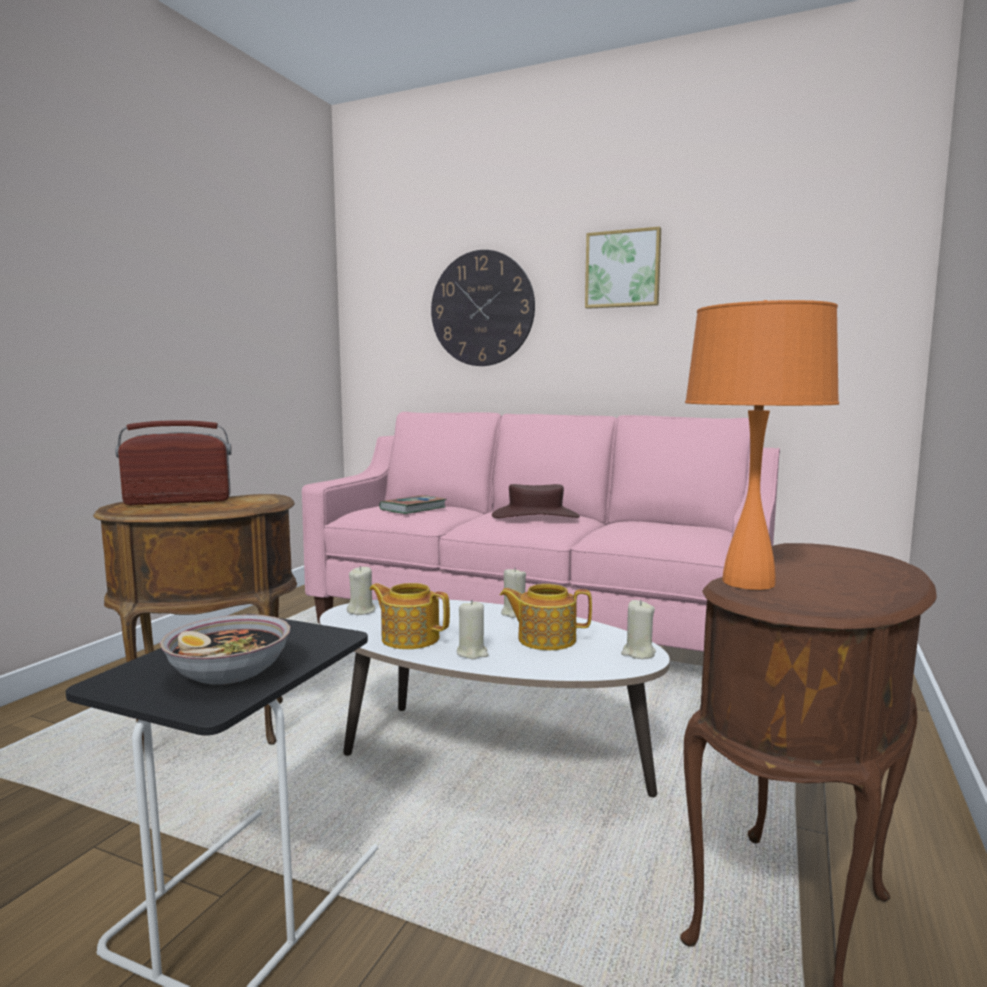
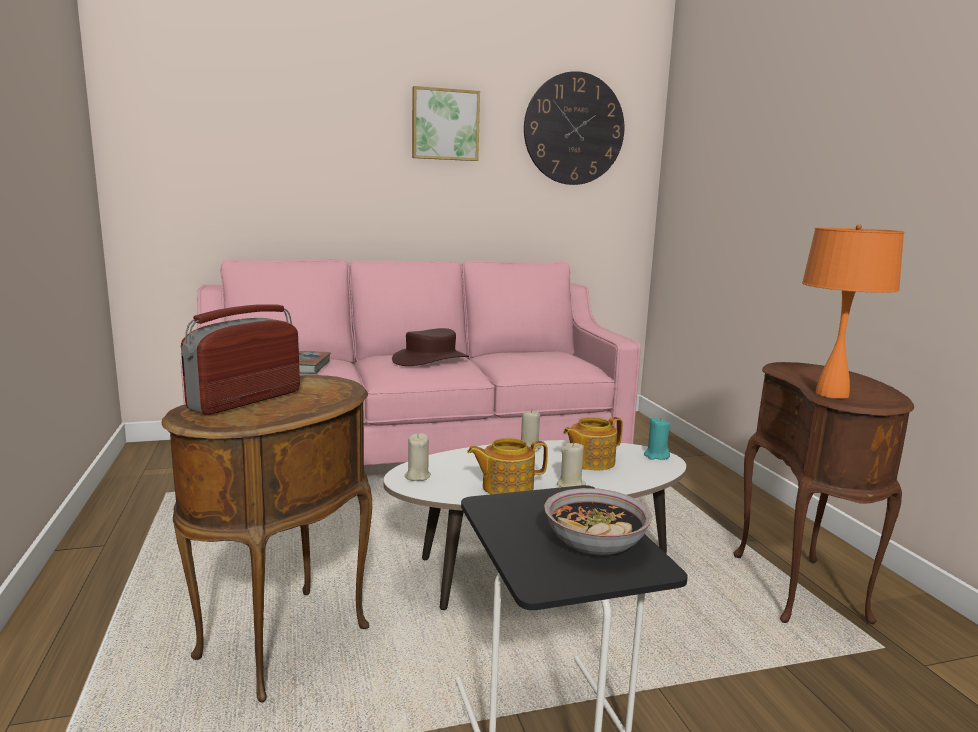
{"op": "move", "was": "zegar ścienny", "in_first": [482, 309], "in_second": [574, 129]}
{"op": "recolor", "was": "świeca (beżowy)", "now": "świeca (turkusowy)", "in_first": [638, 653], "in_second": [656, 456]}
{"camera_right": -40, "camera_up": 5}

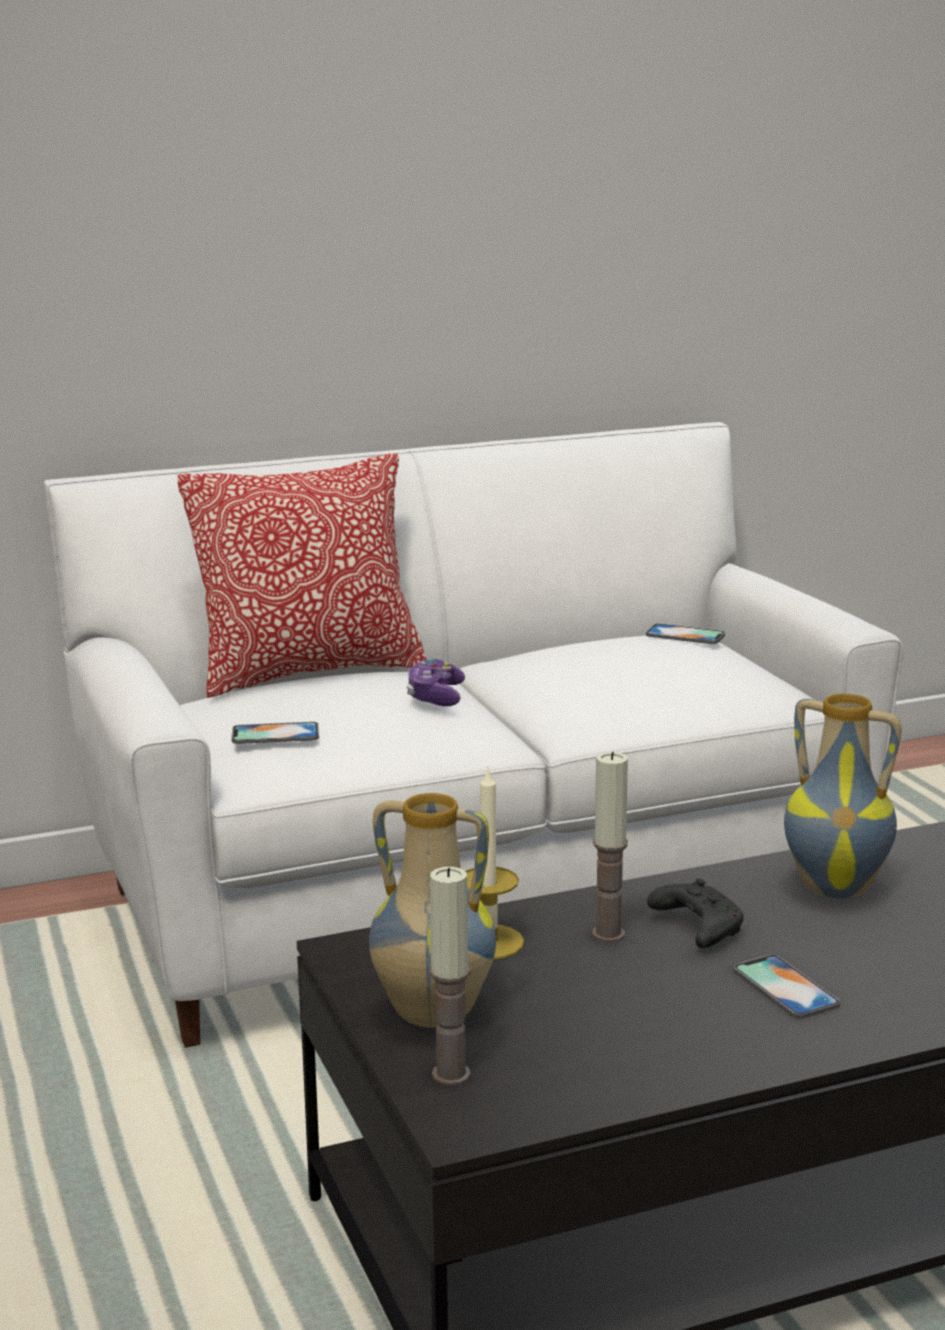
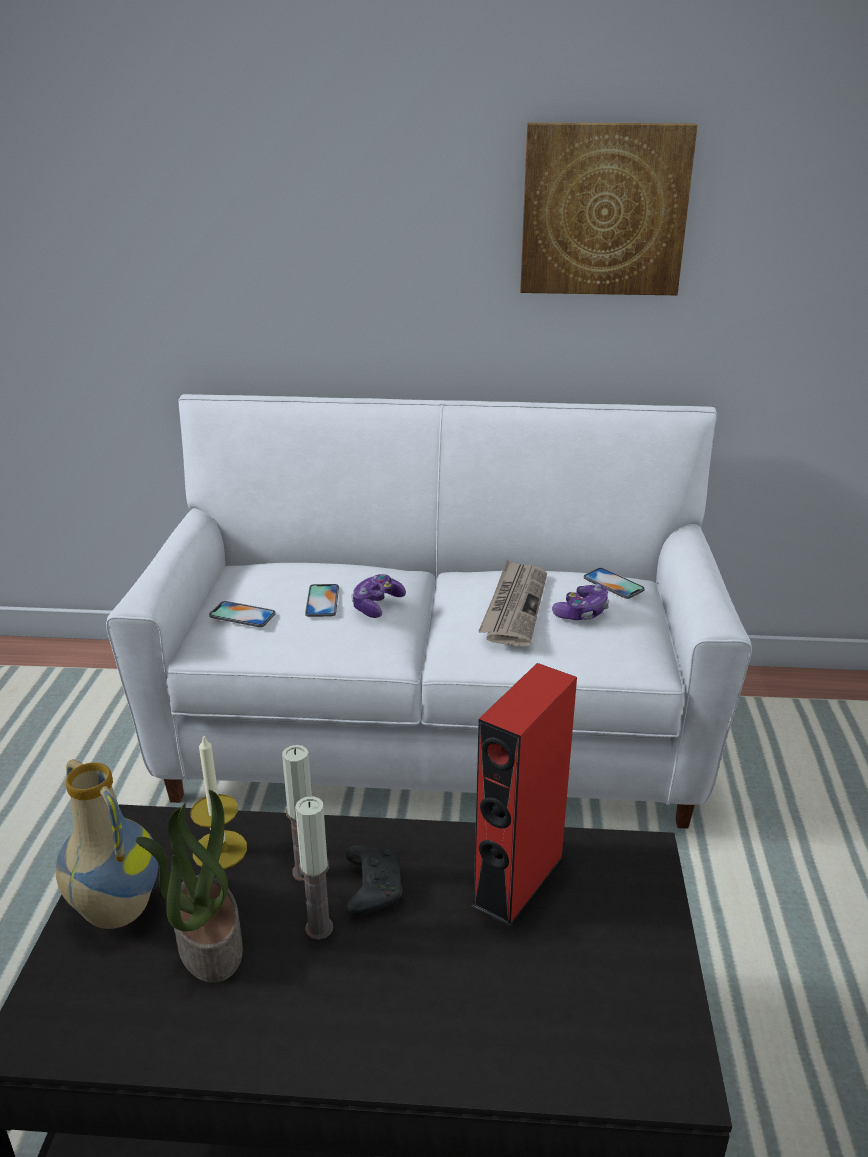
{"op": "delete", "was": "poduszka", "in_first": [309, 672]}
{"op": "replace", "was": "wazon", "now": "głośnik (czerwony)", "in_first": [837, 887], "in_second": [518, 880]}
{"op": "move", "was": "świeca", "in_first": [451, 1074], "in_second": [319, 928]}
{"op": "move", "was": "telefon", "in_first": [785, 987], "in_second": [322, 601]}
{"op": "insert", "now": "obraz", "in_second": [603, 210]}
{"op": "insert", "now": "gazeta", "in_second": [514, 606]}
{"op": "insert", "now": "pad do gier", "in_second": [582, 613]}
{"op": "insert", "now": "roślina doniczkowa", "in_second": [207, 944]}
{"camera_right": 25, "camera_up": 10}

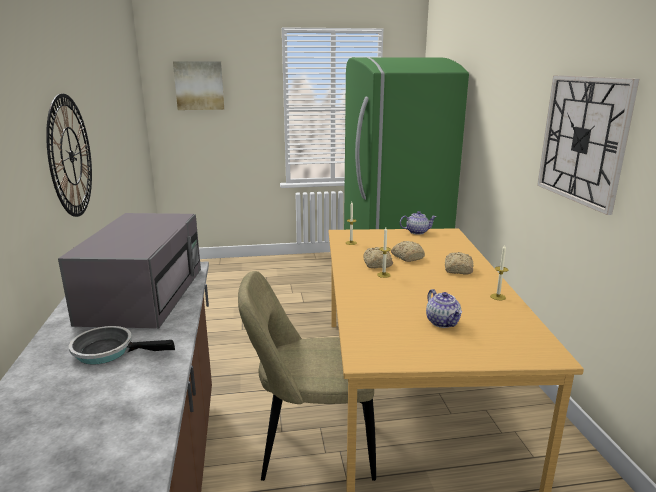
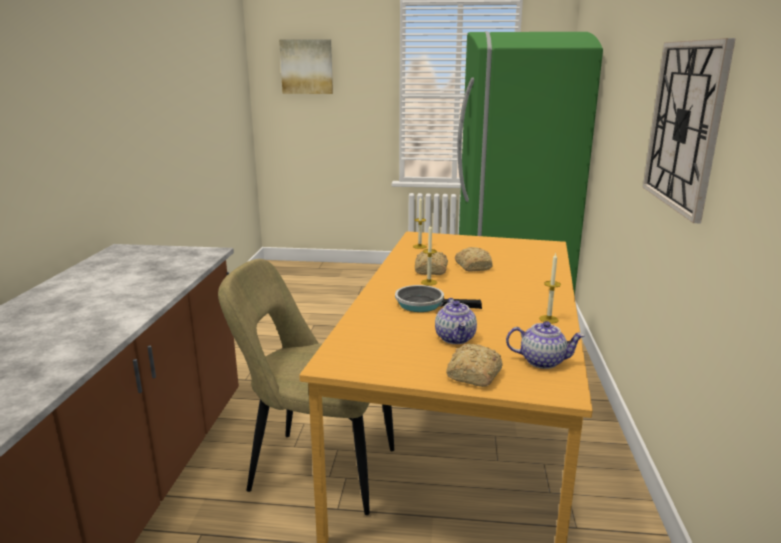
{"op": "delete", "was": "zegar ścienny", "in_first": [71, 156]}
{"op": "move", "was": "imbryk", "in_first": [417, 232], "in_second": [542, 361]}
{"op": "delete", "was": "mikrofalówka (szary)", "in_first": [144, 293]}
{"op": "move", "was": "chleb", "in_first": [458, 270], "in_second": [473, 375]}
{"op": "move", "was": "patelnia", "in_first": [109, 351], "in_second": [424, 304]}
{"camera_right": 15, "camera_up": 0}

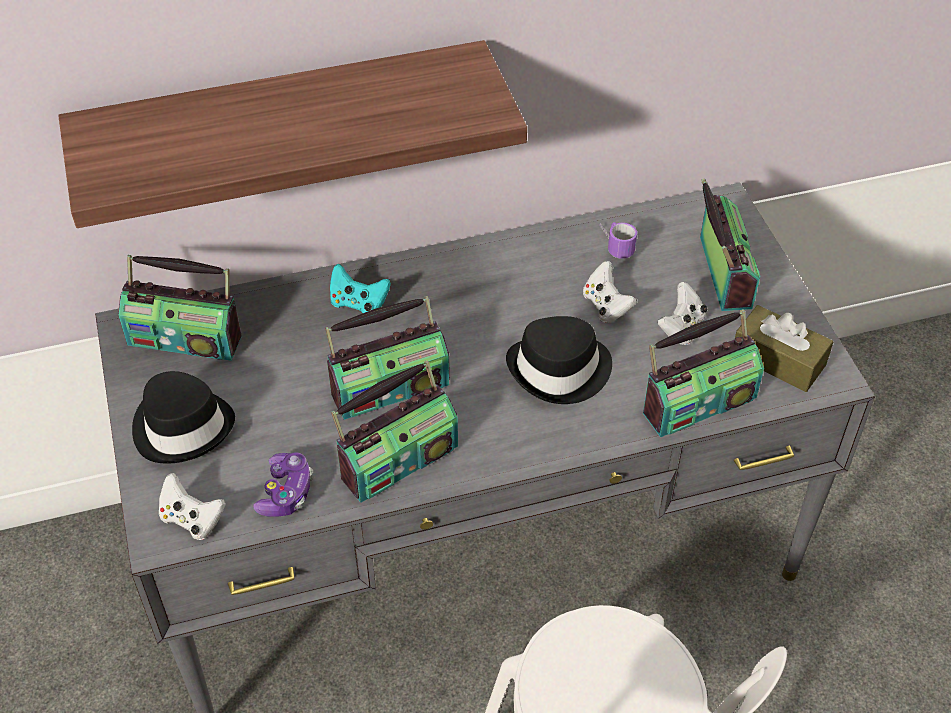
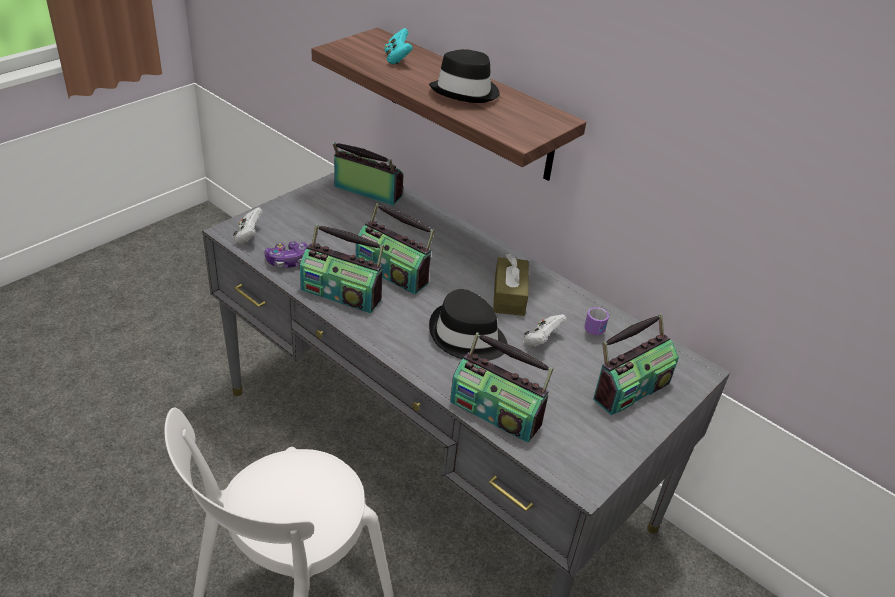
{"op": "rotate", "was": "radio", "in_first": [185, 338], "in_second": [367, 192], "clockwise": 135}
{"op": "move", "was": "pad do gier (turkusowy)", "in_first": [358, 303], "in_second": [397, 59]}
{"op": "delete", "was": "pad do gier (biały)", "in_first": [681, 328]}
{"op": "move", "was": "pudełko chusteczek (brązowy)", "in_first": [778, 360], "in_second": [509, 296]}
{"op": "move", "was": "kapelusz (czarny)", "in_first": [183, 426], "in_second": [466, 91]}
{"camera_right": 55, "camera_up": -10}

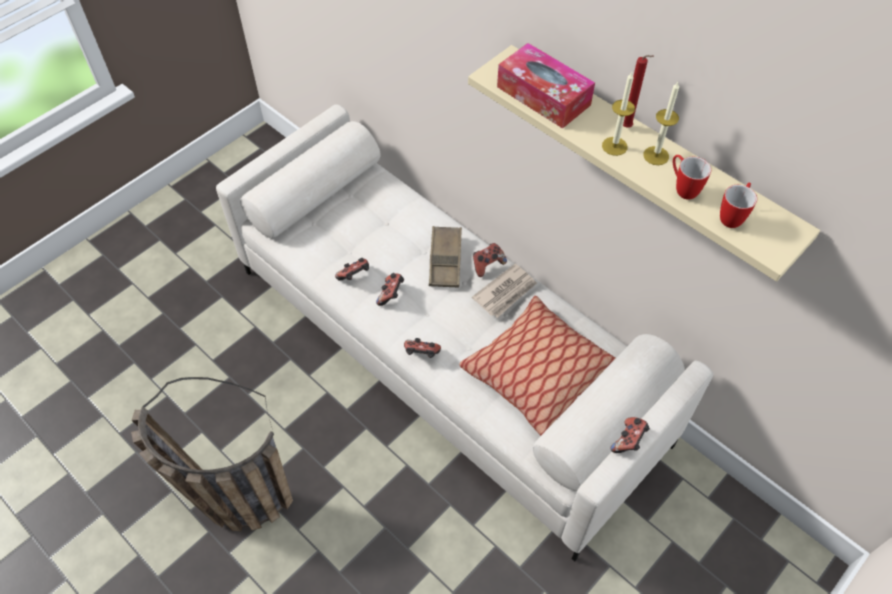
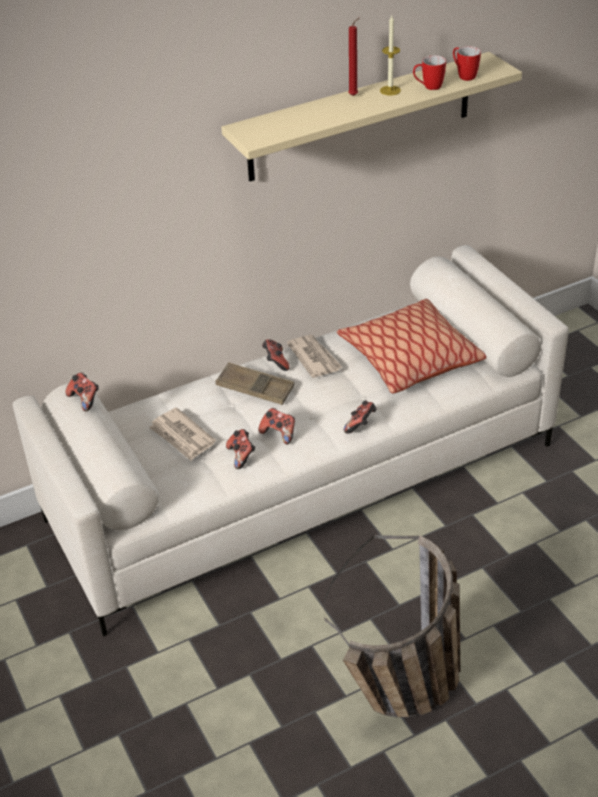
{"op": "delete", "was": "pudełko chusteczek", "in_first": [543, 96]}
{"op": "delete", "was": "świeca", "in_first": [614, 146]}
{"op": "move", "was": "pad do gier", "in_first": [628, 441], "in_second": [85, 399]}
{"op": "insert", "now": "gazeta", "in_second": [182, 437]}
{"camera_right": -70, "camera_up": -15}

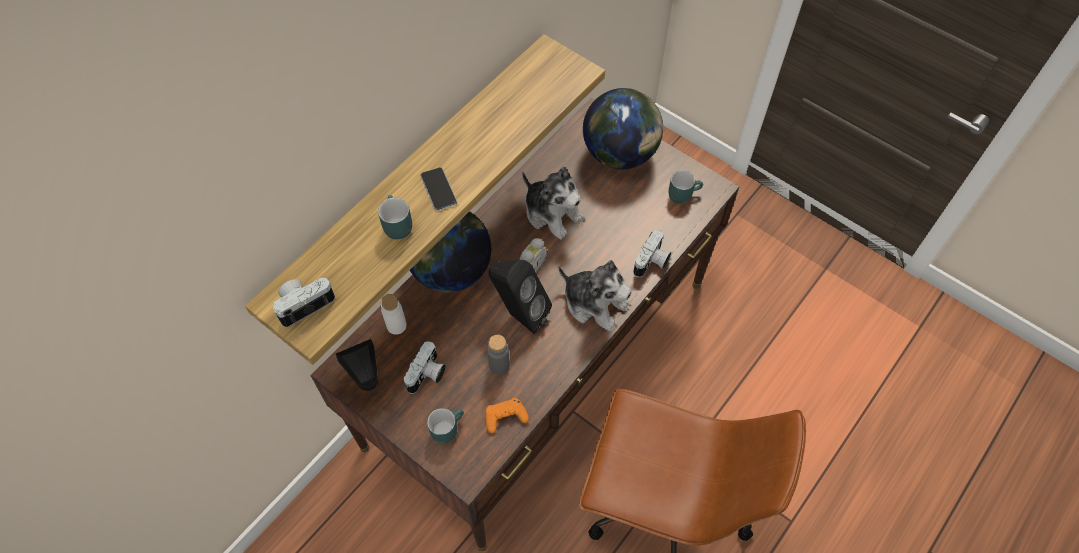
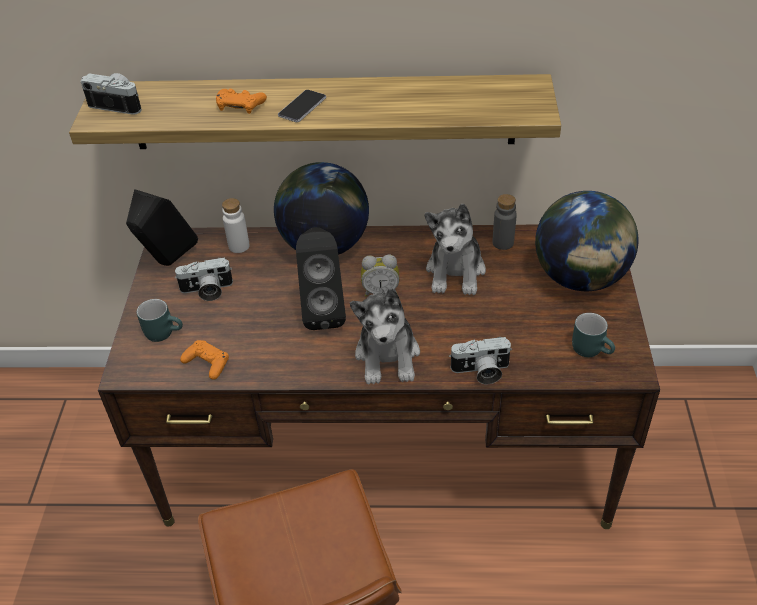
{"op": "replace", "was": "kubek (turkusowy)", "now": "pad do gier (pomarańczowy)", "in_first": [395, 225], "in_second": [240, 105]}
{"op": "move", "was": "butelka (szary)", "in_first": [499, 365], "in_second": [503, 243]}
{"camera_right": 55, "camera_up": -15}

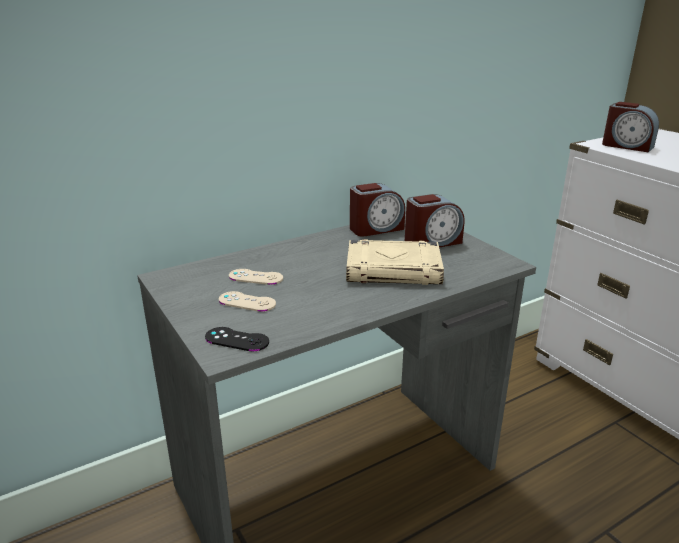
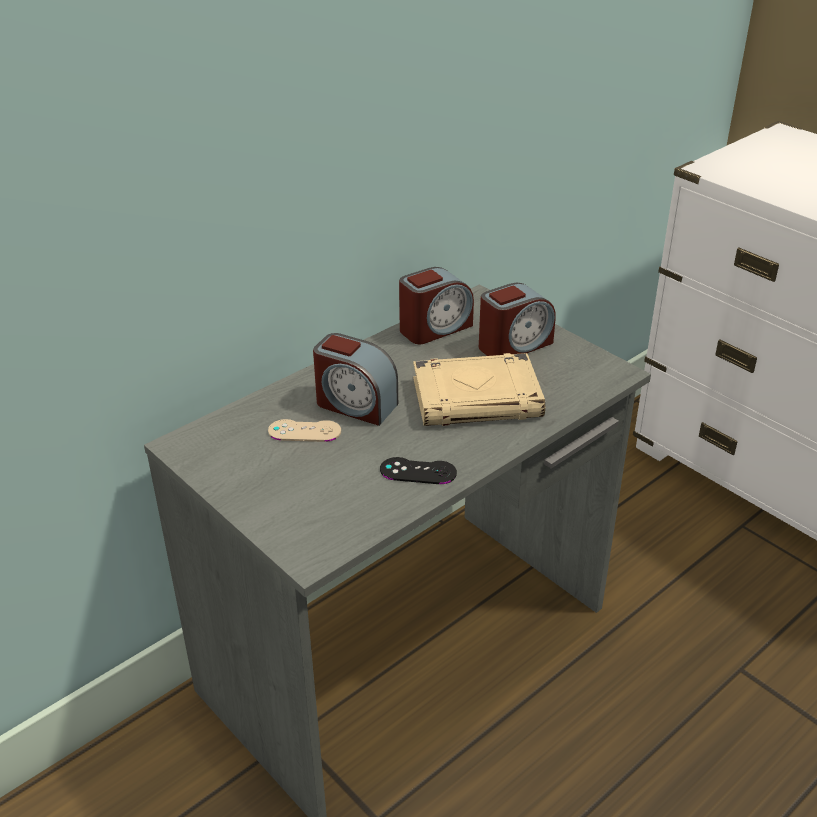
{"op": "move", "was": "budzik", "in_first": [627, 146], "in_second": [355, 404]}
{"op": "delete", "was": "pad do gier (beżowy)", "in_first": [247, 302]}
{"op": "move", "was": "pad do gier (czarny)", "in_first": [237, 339], "in_second": [418, 471]}
{"camera_right": -10, "camera_up": 10}

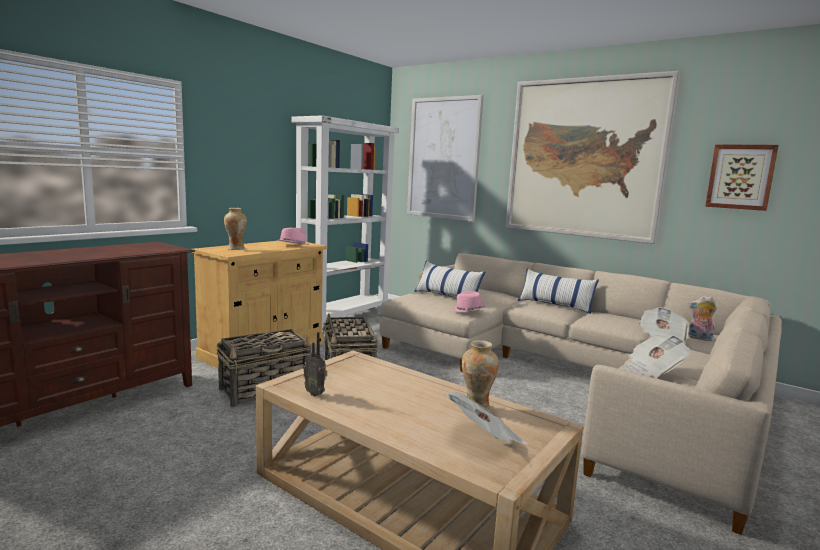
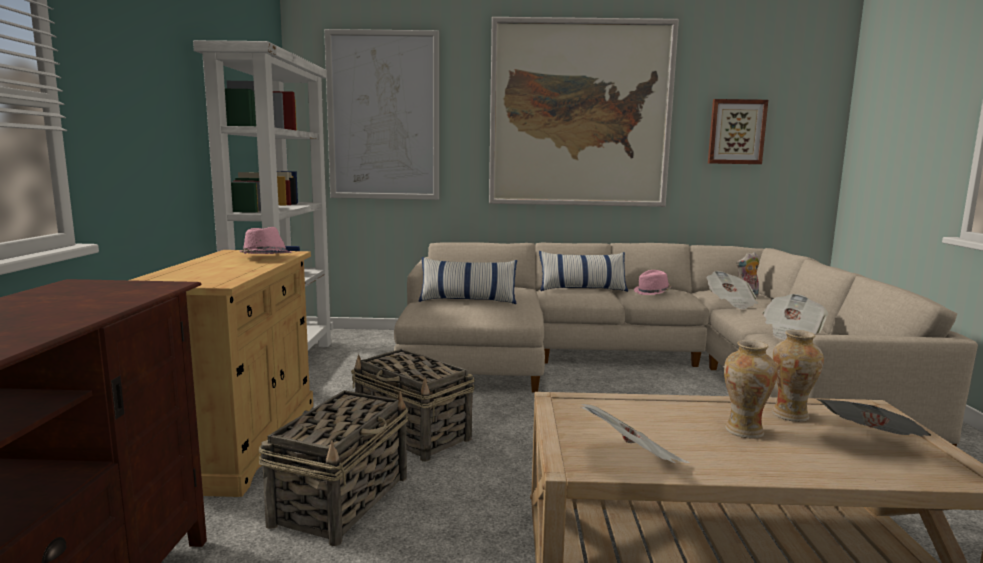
{"op": "move", "was": "wazon", "in_first": [236, 249], "in_second": [744, 431]}
{"op": "move", "was": "kapelusz (różowy)", "in_first": [468, 310], "in_second": [652, 292]}
{"op": "replace", "was": "radio", "now": "gazeta", "in_first": [315, 393], "in_second": [632, 461]}
{"camera_right": -35, "camera_up": 0}

